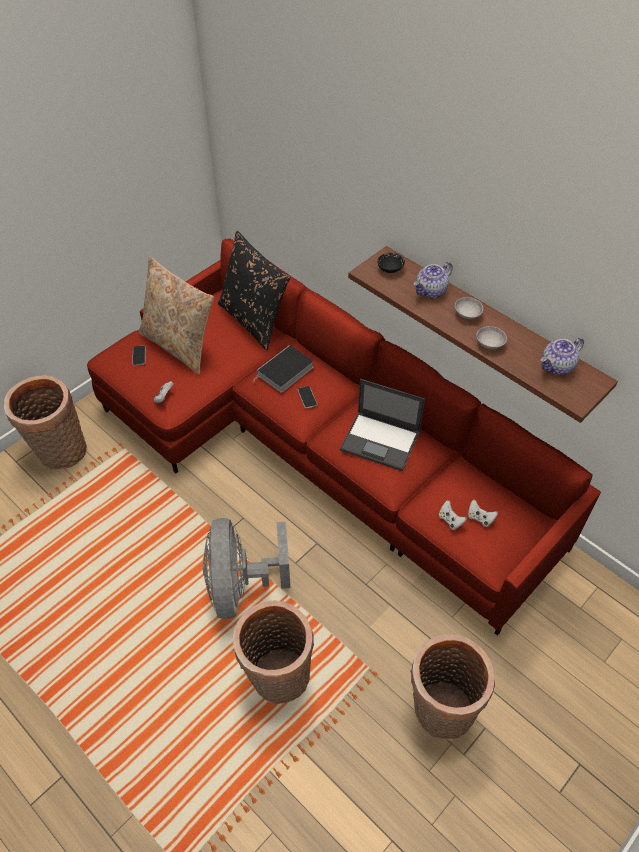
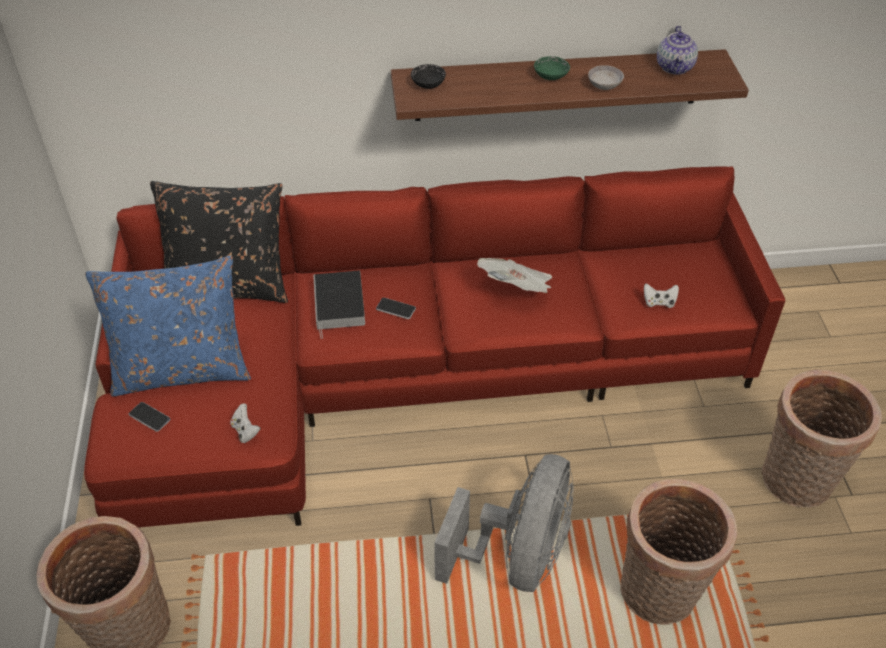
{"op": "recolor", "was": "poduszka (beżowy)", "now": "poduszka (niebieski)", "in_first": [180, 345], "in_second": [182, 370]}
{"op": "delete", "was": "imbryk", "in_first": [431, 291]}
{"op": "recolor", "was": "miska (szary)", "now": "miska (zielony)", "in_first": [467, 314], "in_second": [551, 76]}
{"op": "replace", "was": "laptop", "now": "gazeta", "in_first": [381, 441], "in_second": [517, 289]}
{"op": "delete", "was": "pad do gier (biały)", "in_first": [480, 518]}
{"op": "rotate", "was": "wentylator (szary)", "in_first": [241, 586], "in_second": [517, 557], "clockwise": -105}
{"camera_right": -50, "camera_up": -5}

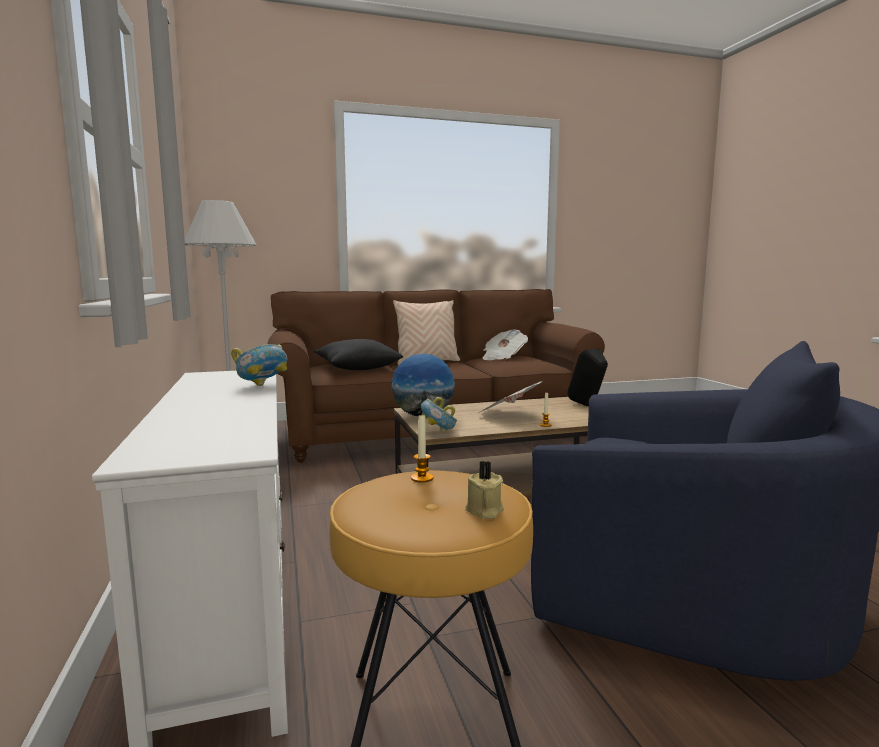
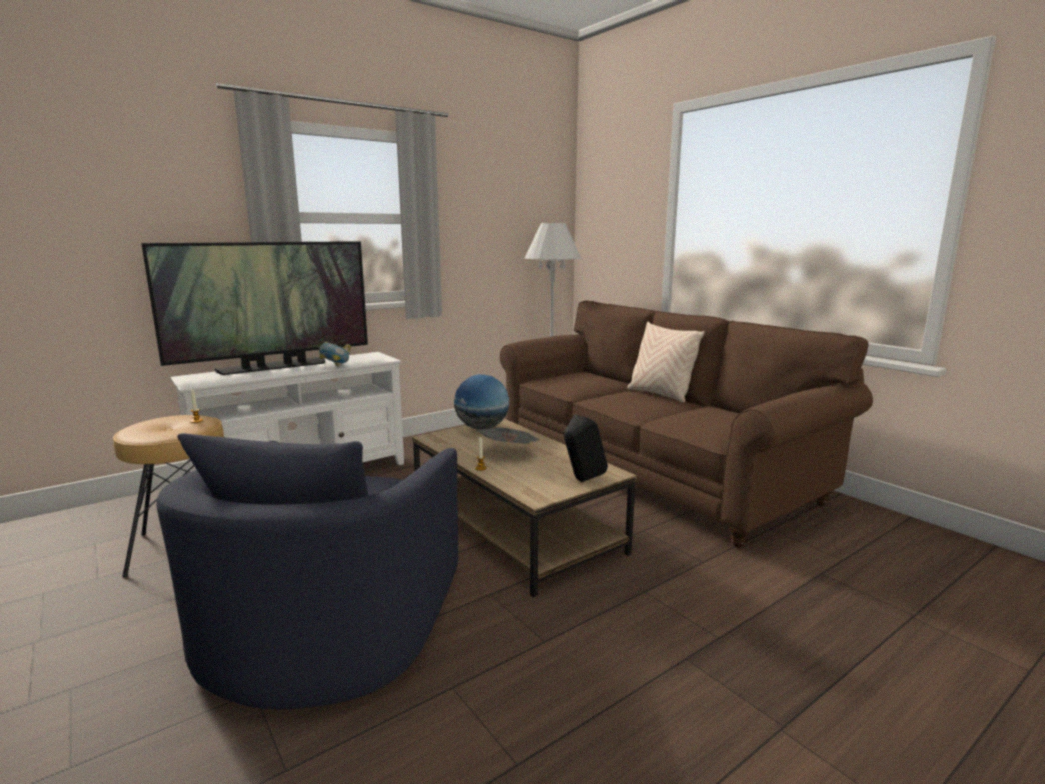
{"op": "delete", "was": "gazeta", "in_first": [502, 357]}
{"op": "delete", "was": "poduszka (czarny)", "in_first": [357, 368]}
{"op": "delete", "was": "miska", "in_first": [439, 432]}
{"op": "delete", "was": "świeca (beżowy)", "in_first": [484, 511]}
{"op": "insert", "now": "telewizor", "in_second": [273, 367]}
{"camera_right": 70, "camera_up": 5}

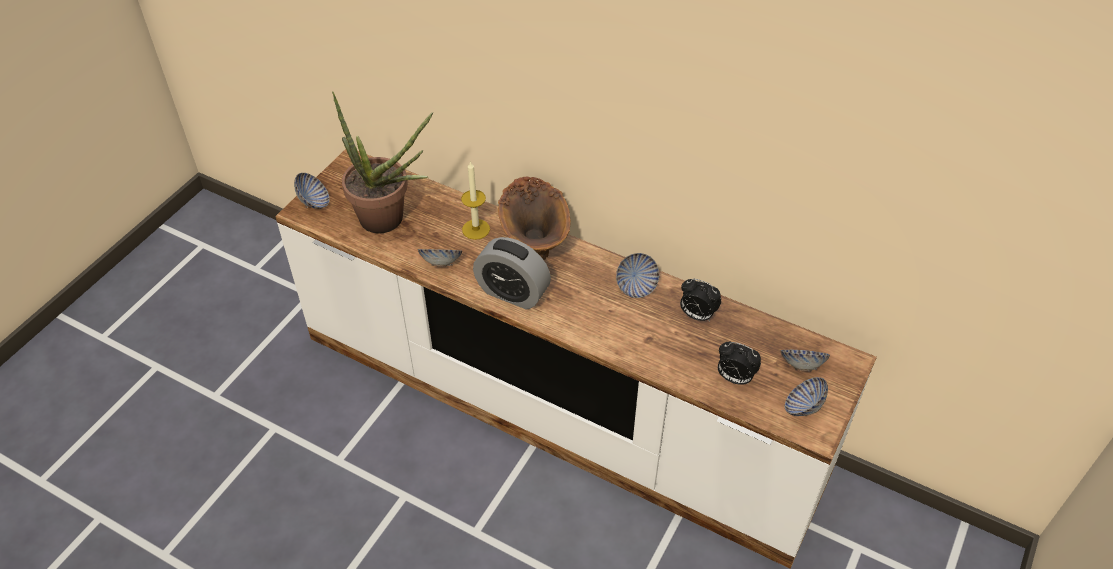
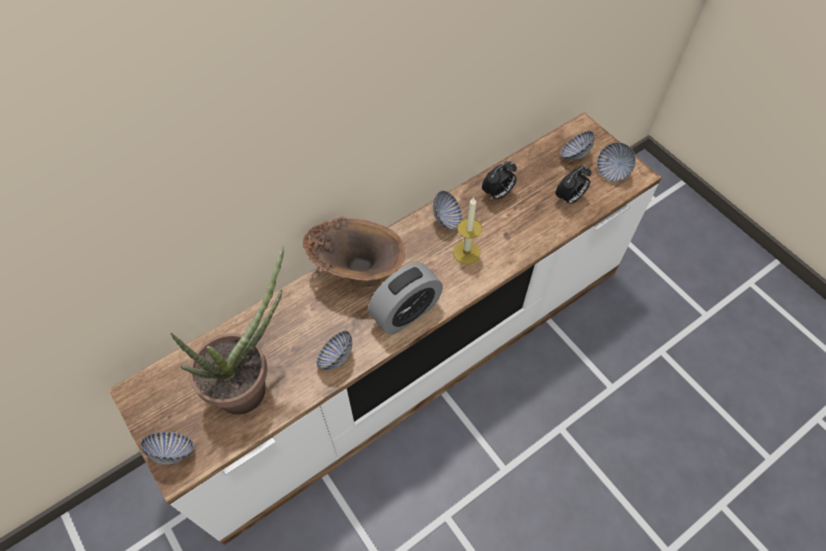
{"op": "move", "was": "świeca", "in_first": [476, 229], "in_second": [466, 252]}
{"camera_right": -65, "camera_up": 10}

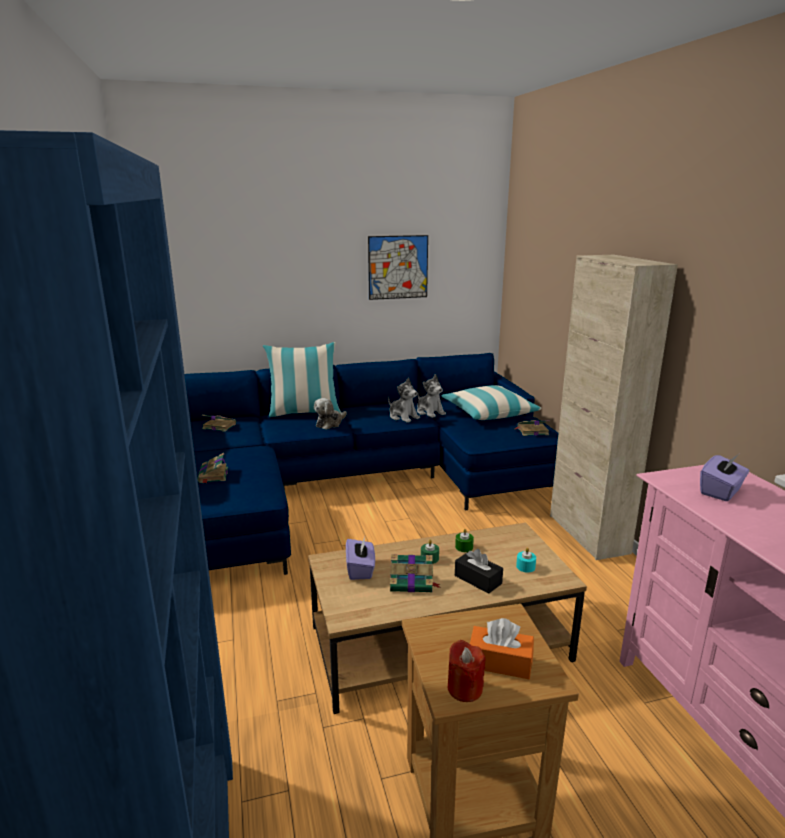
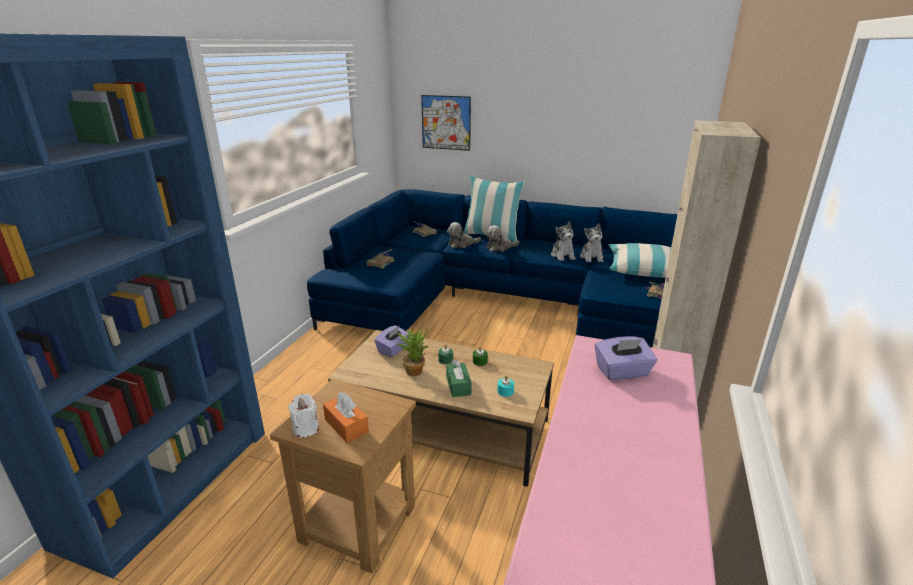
{"op": "move", "was": "obraz", "in_first": [398, 267], "in_second": [446, 122]}
{"op": "recolor", "was": "pudełko chusteczek (czarny)", "now": "pudełko chusteczek (zielony)", "in_first": [478, 579], "in_second": [458, 385]}
{"op": "replace", "was": "książka", "now": "roślina doniczkowa", "in_first": [412, 582], "in_second": [413, 370]}
{"op": "recolor", "was": "świeca (czerwony)", "now": "świeca (biały)", "in_first": [464, 688], "in_second": [306, 429]}
{"op": "insert", "now": "pluszak", "in_second": [461, 244]}
{"camera_right": 35, "camera_up": 5}

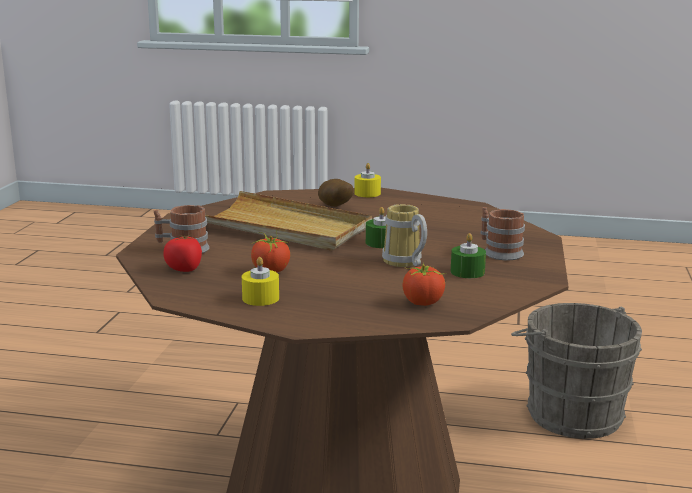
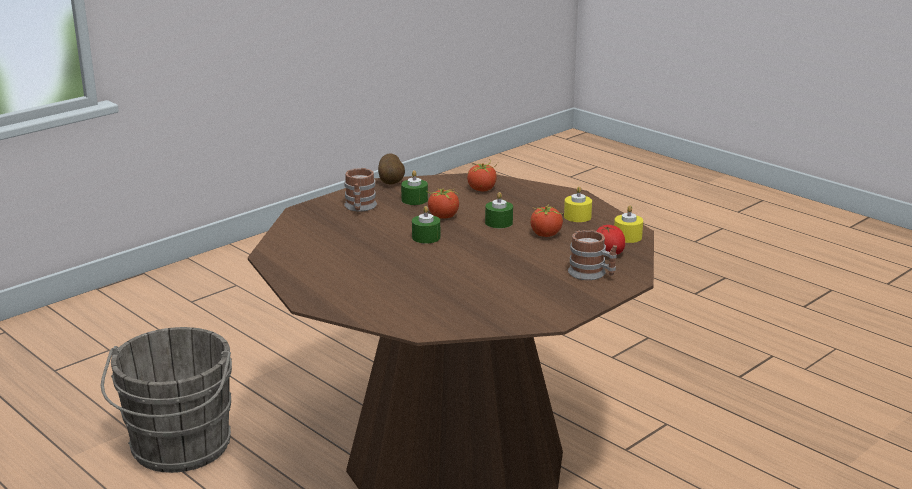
{"op": "move", "was": "świeca (żółty)", "in_first": [367, 193], "in_second": [627, 237]}
{"op": "move", "was": "ziemniak", "in_first": [334, 207], "in_second": [391, 182]}
{"op": "delete", "was": "taca (beżowy)", "in_first": [283, 227]}
{"op": "replace", "was": "kubek", "now": "pomidor", "in_first": [403, 263], "in_second": [443, 216]}
{"op": "insert", "now": "świeca (zielony)", "in_second": [499, 222]}
{"camera_right": -145, "camera_up": 5}

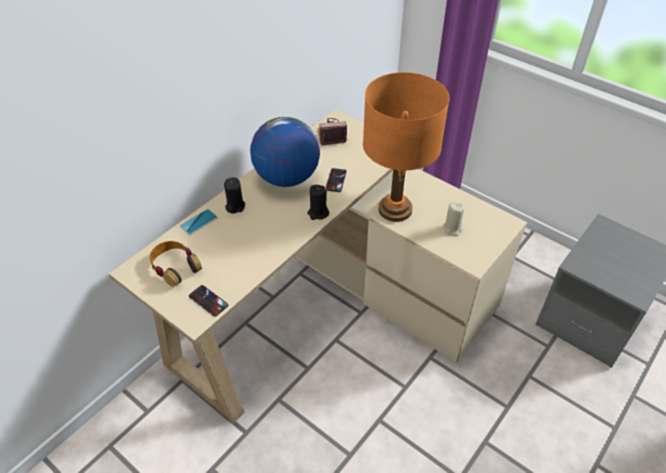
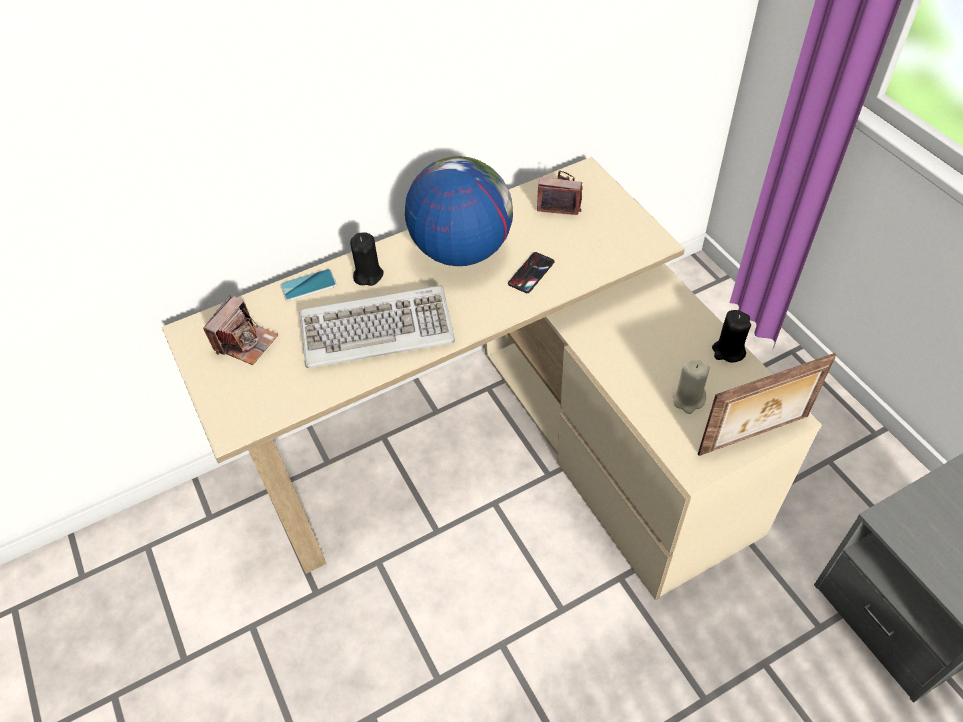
{"op": "delete", "was": "lampa stołowa (pomarańczowy)", "in_first": [395, 209]}
{"op": "move", "was": "świeca (czarny)", "in_first": [318, 213], "in_second": [728, 351]}
{"op": "replace", "was": "słuchawki", "now": "aparat fotograficzny", "in_first": [175, 266], "in_second": [246, 342]}
{"op": "delete", "was": "telefon", "in_first": [208, 301]}
{"op": "insert", "now": "klawiatura", "in_second": [377, 329]}
{"op": "insert", "now": "ramka na zdjęcie", "in_second": [754, 436]}
{"camera_right": 25, "camera_up": 5}

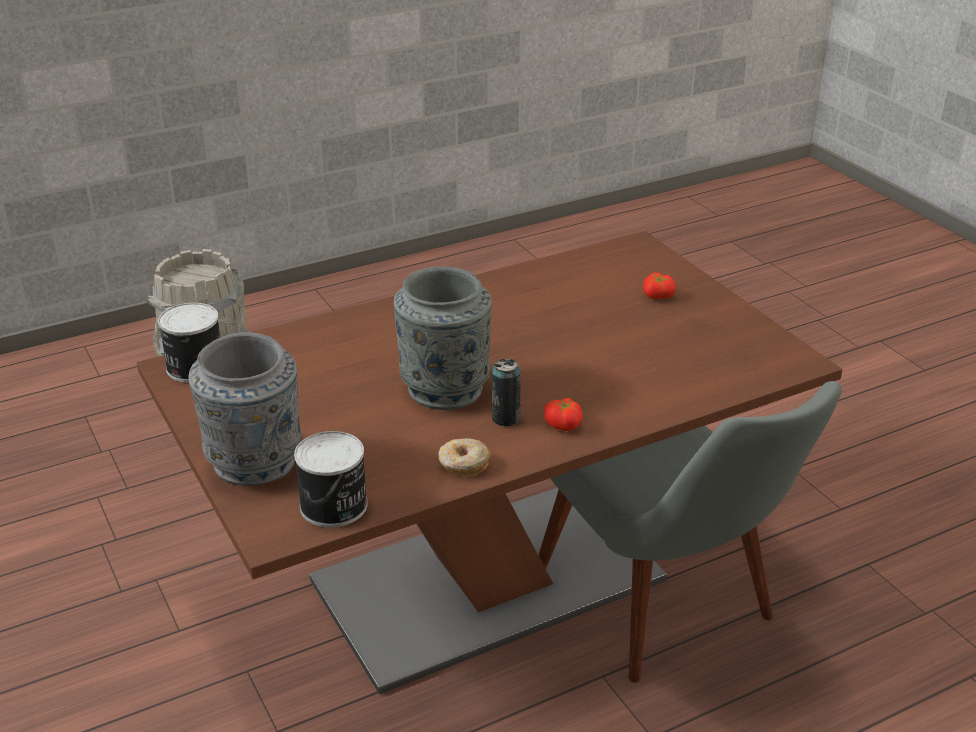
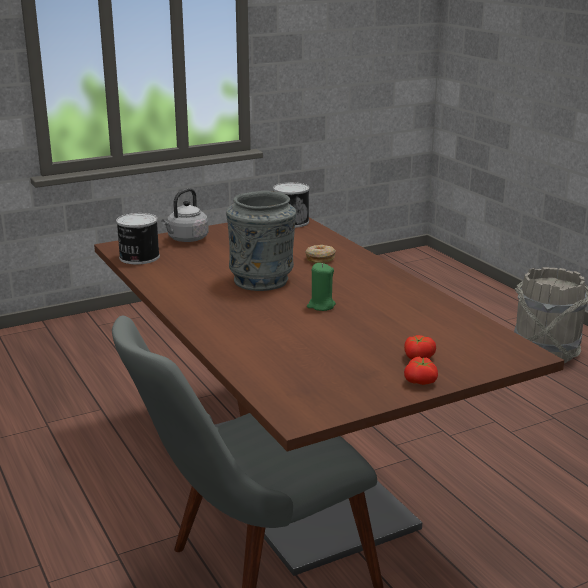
{"op": "replace", "was": "wazon (szary)", "now": "czajnik (szary)", "in_first": [255, 463], "in_second": [186, 239]}
{"op": "delete", "was": "puszka", "in_first": [506, 418]}
{"op": "move", "was": "pomidor", "in_first": [564, 424], "in_second": [421, 382]}
{"op": "move", "was": "donut", "in_first": [463, 464], "in_second": [320, 259]}
{"op": "insert", "now": "świeca (zielony)", "in_second": [321, 306]}
{"camera_right": 90, "camera_up": -10}

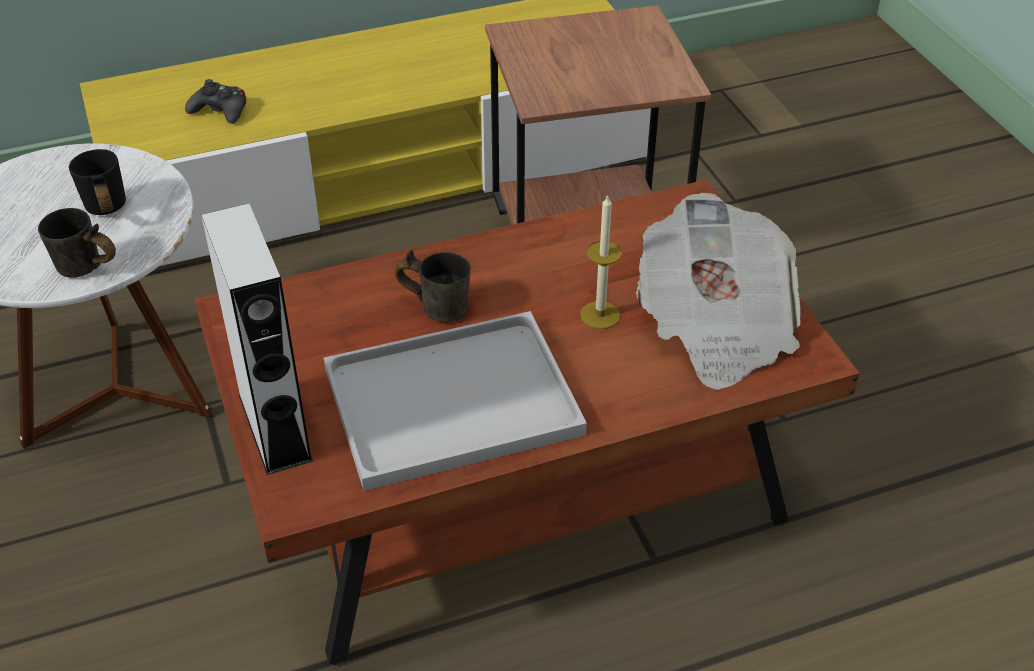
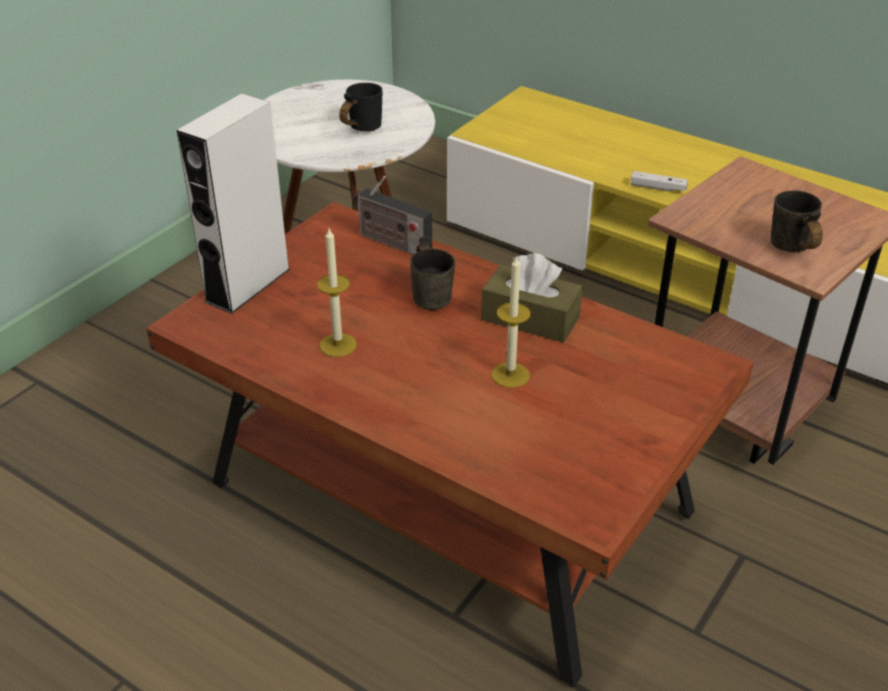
{"op": "delete", "was": "pad do gier (czarny)", "in_first": [220, 110]}
{"op": "delete", "was": "gazeta", "in_first": [715, 326]}
{"op": "move", "was": "kubek (szary)", "in_first": [84, 272], "in_second": [788, 250]}
{"op": "replace", "was": "taca (biały)", "now": "świeca", "in_first": [448, 404], "in_second": [338, 345]}
{"op": "insert", "now": "pad do gier (biały)", "in_second": [658, 188]}
{"op": "insert", "now": "radio", "in_second": [391, 242]}
{"op": "insert", "now": "pudełko chusteczek (brązowy)", "in_second": [530, 318]}
{"camera_right": 55, "camera_up": -5}

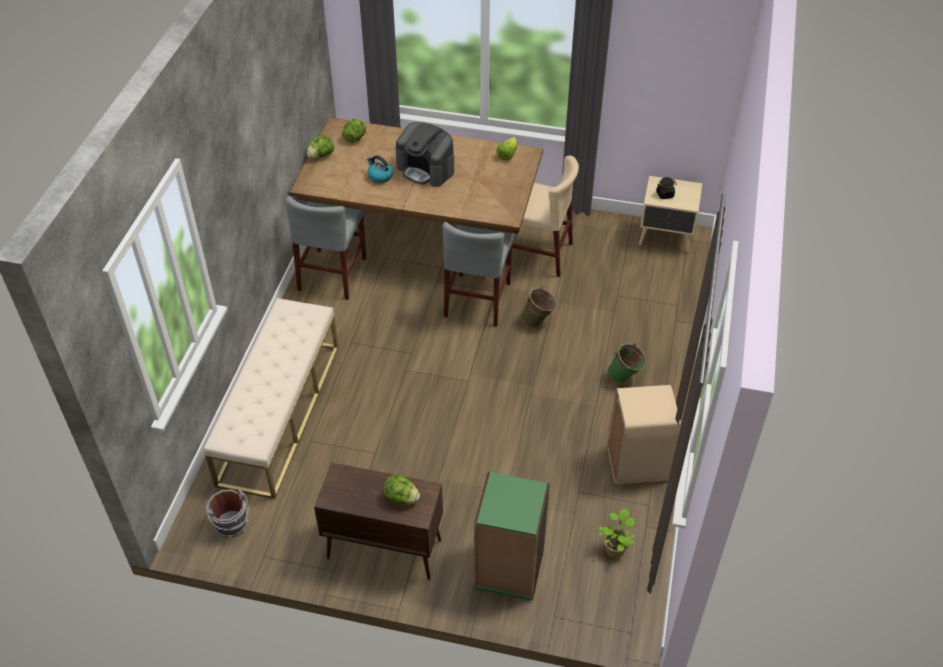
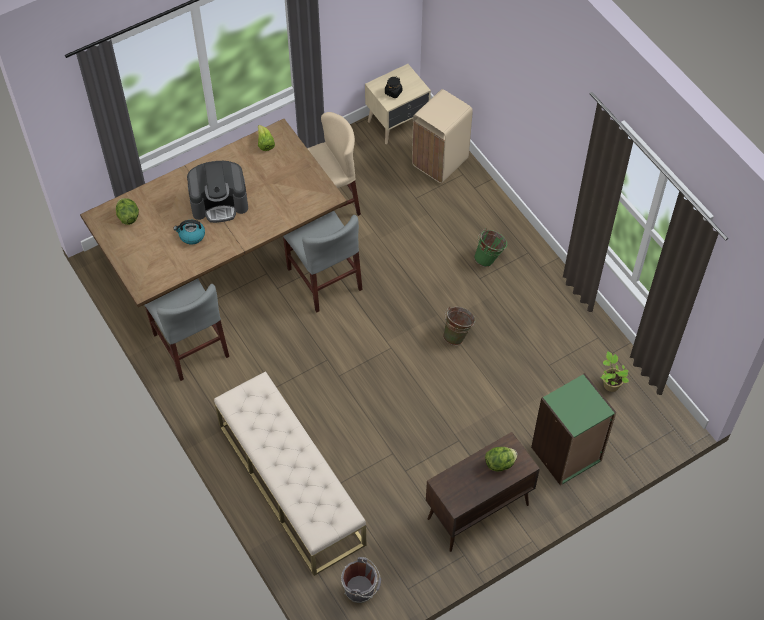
{"op": "delete", "was": "sałata", "in_first": [321, 156]}
{"op": "move", "was": "wiadro (zielony)", "in_first": [538, 321], "in_second": [458, 335]}
{"op": "move", "was": "kosz na śmieci (beżowy)", "in_first": [636, 464], "in_second": [439, 162]}
{"camera_right": -45, "camera_up": 10}

